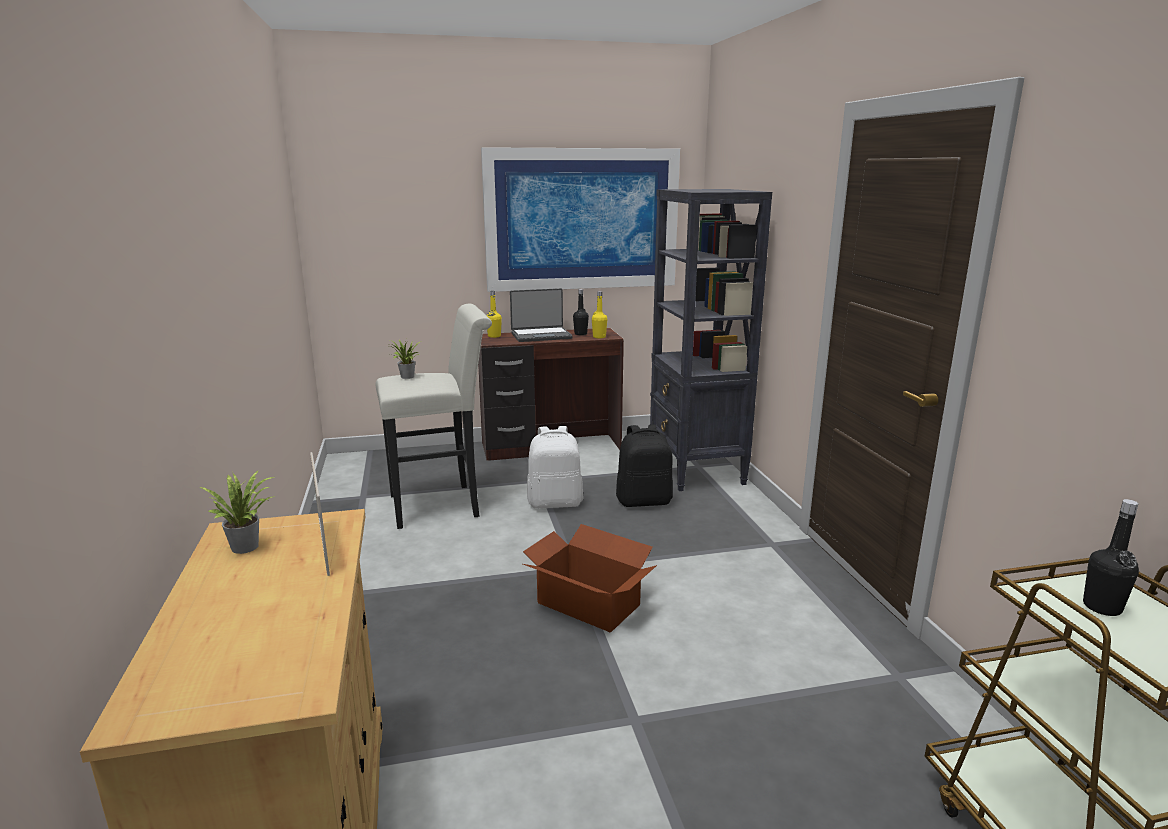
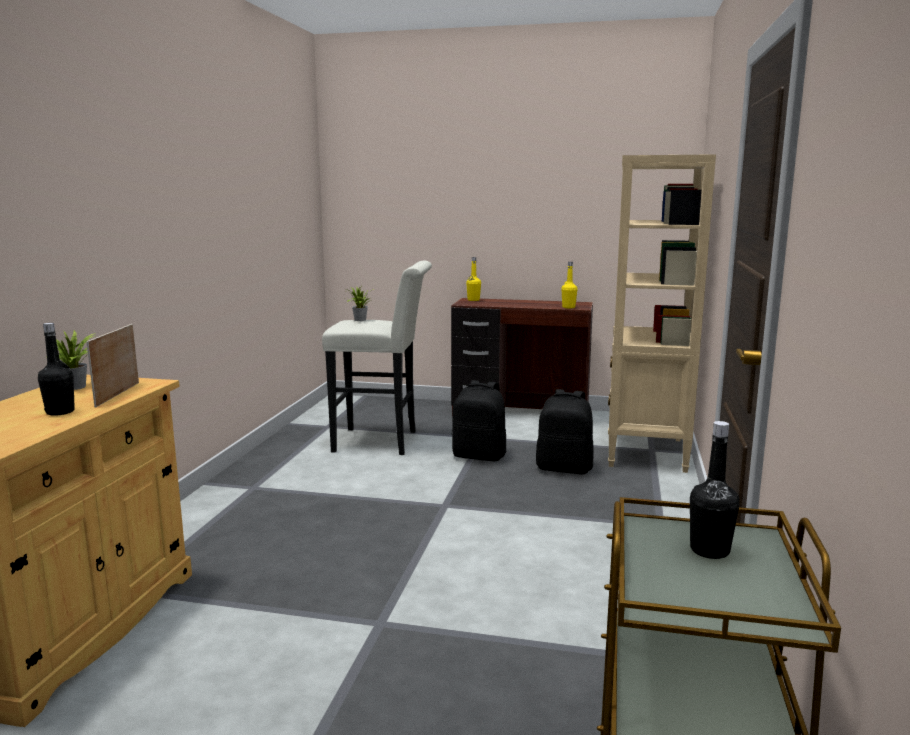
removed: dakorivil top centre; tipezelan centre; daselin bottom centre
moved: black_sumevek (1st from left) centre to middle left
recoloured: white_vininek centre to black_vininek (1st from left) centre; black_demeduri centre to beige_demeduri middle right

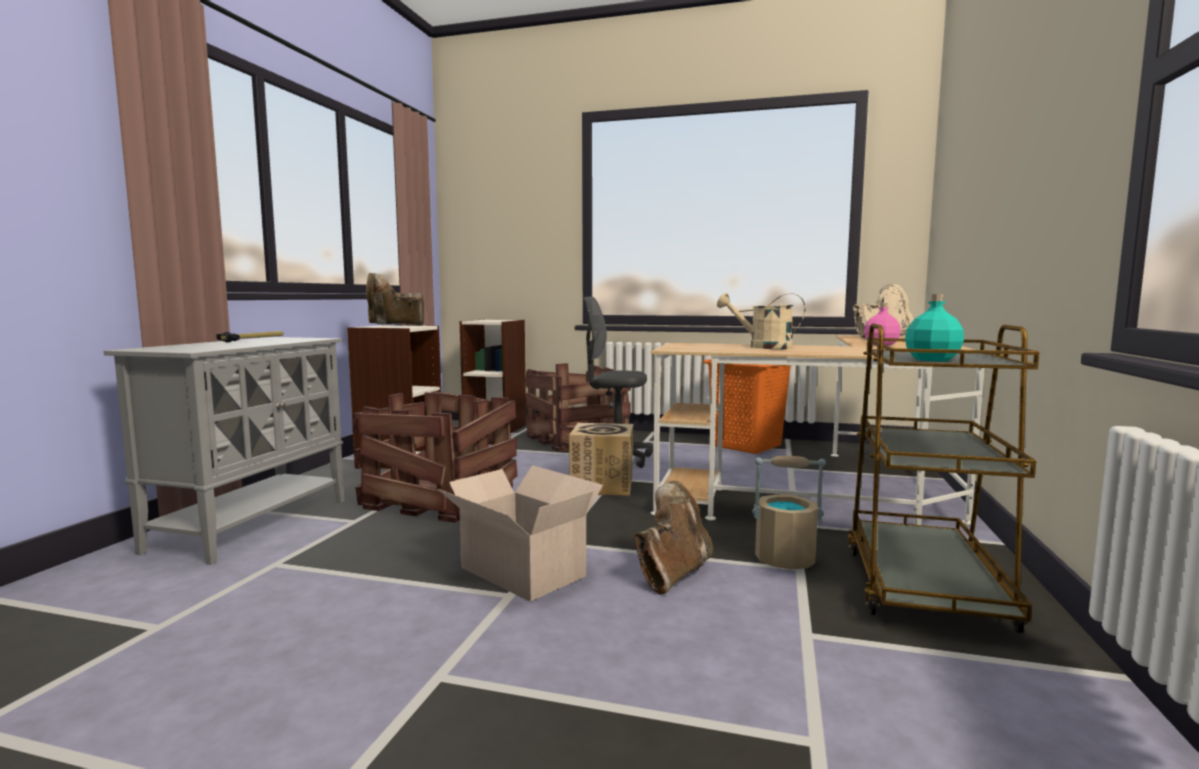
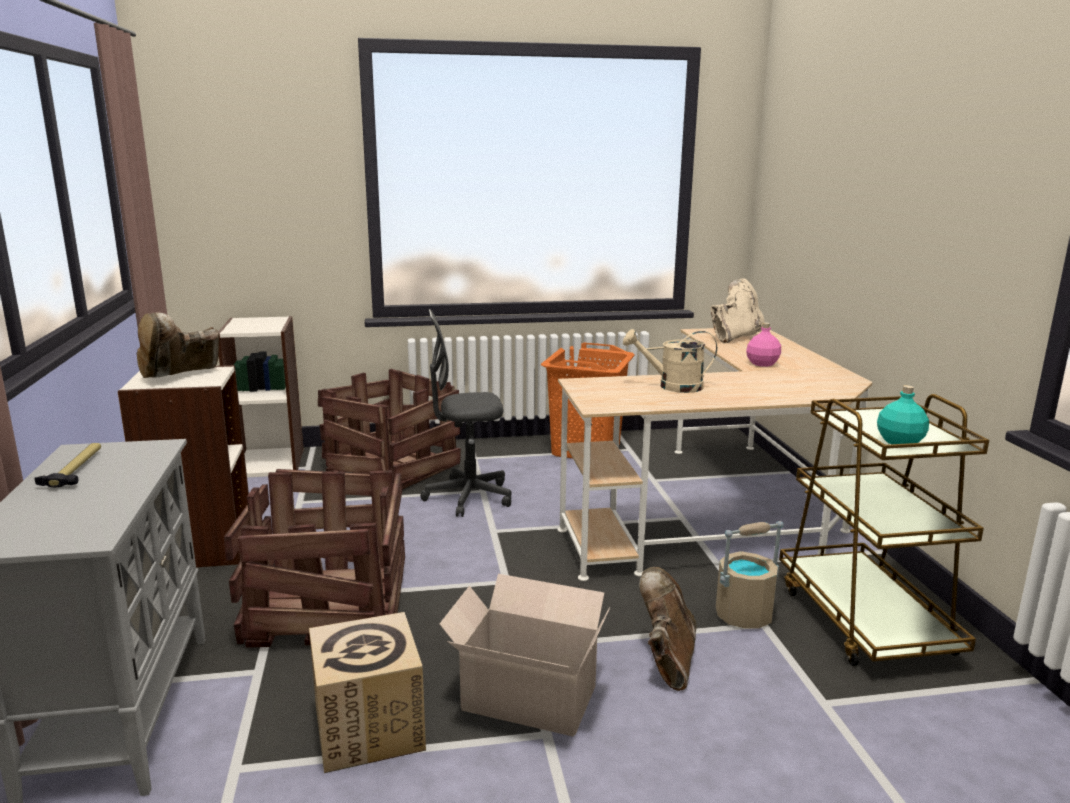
moved: daselin (2nd from left in the first image) centre to daselin (1st from left) bottom centre

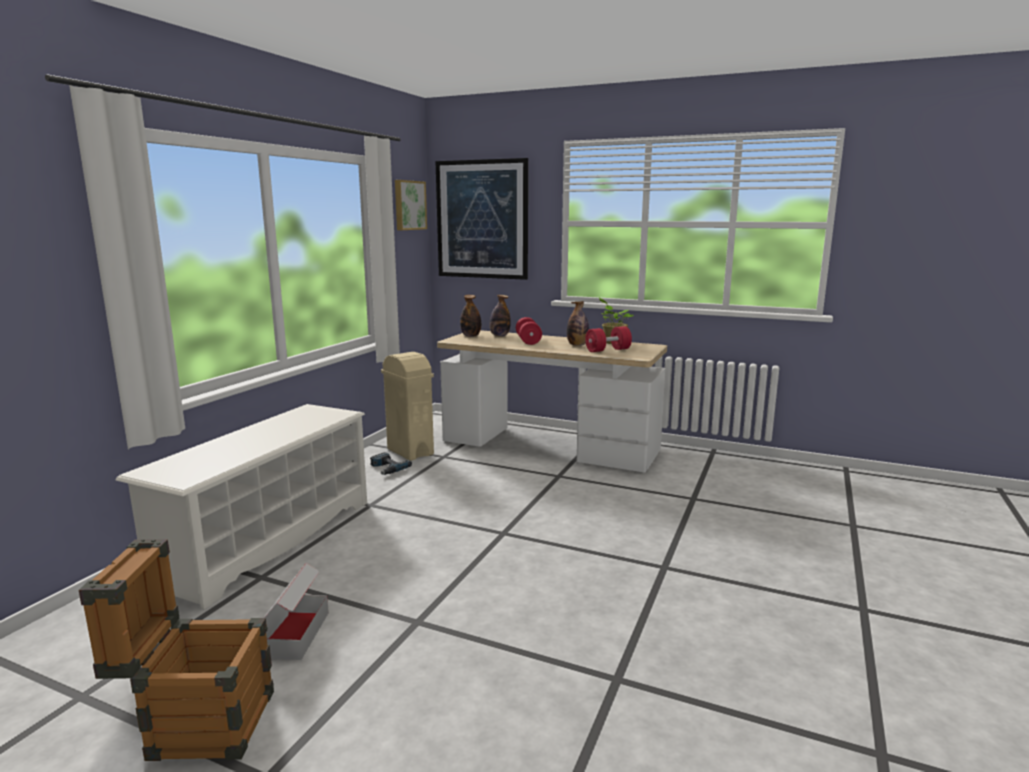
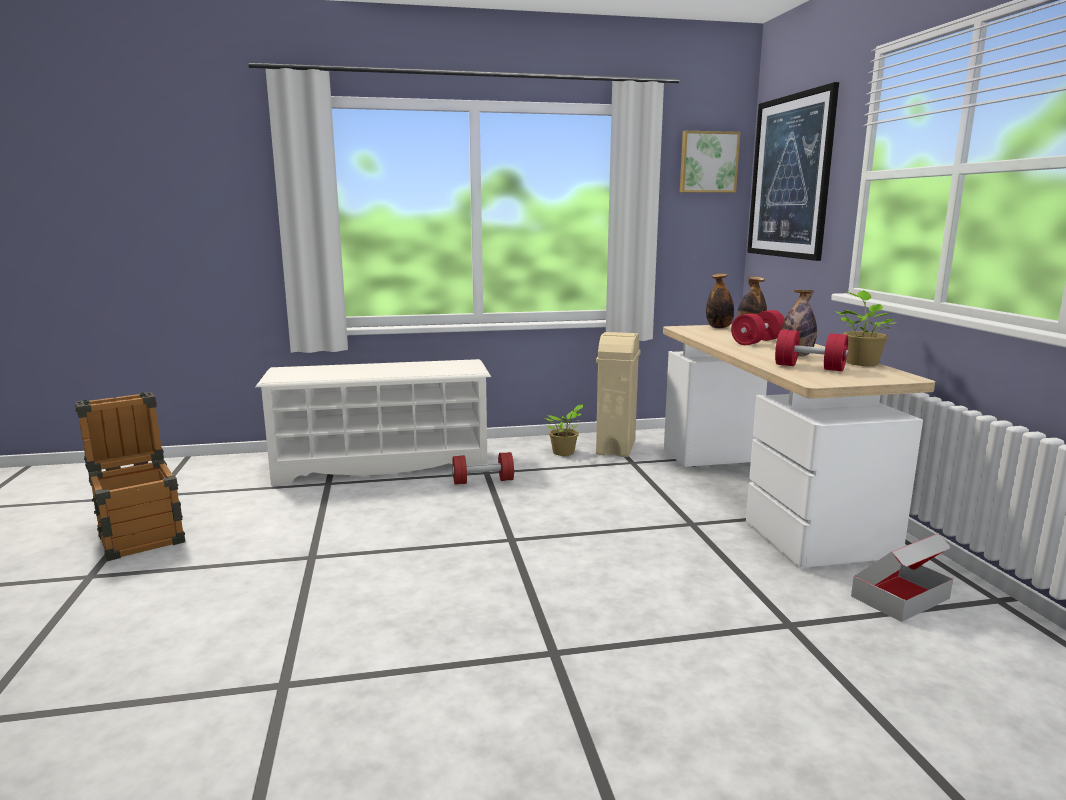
added: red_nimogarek (1st from left) centre
moved: daselin bottom left to bottom right
replaced: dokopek centre to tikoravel (1st from left) centre

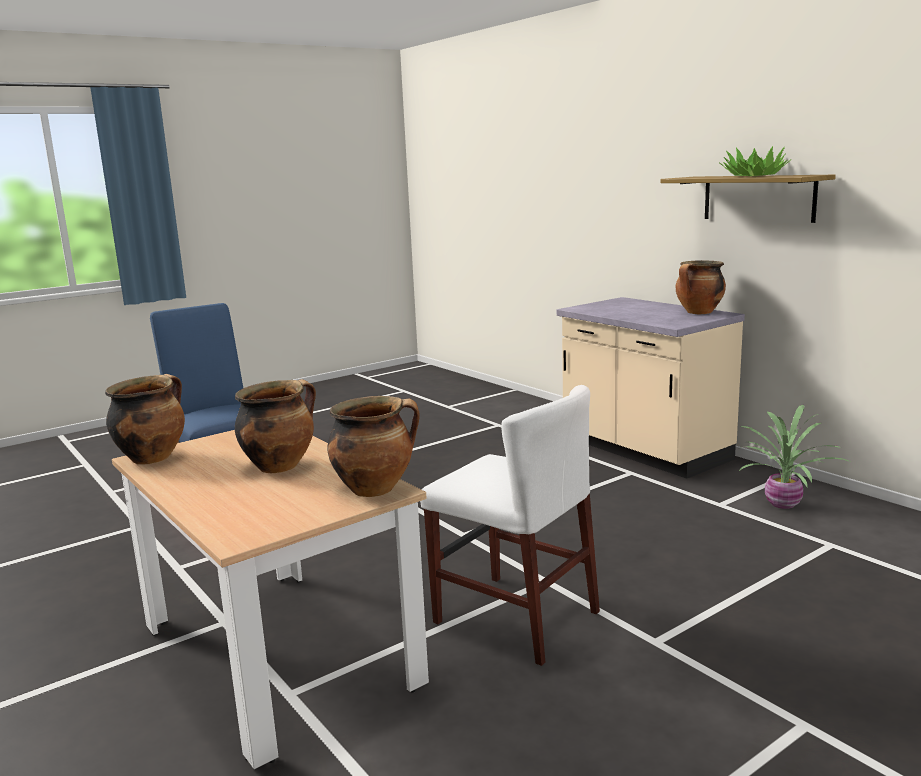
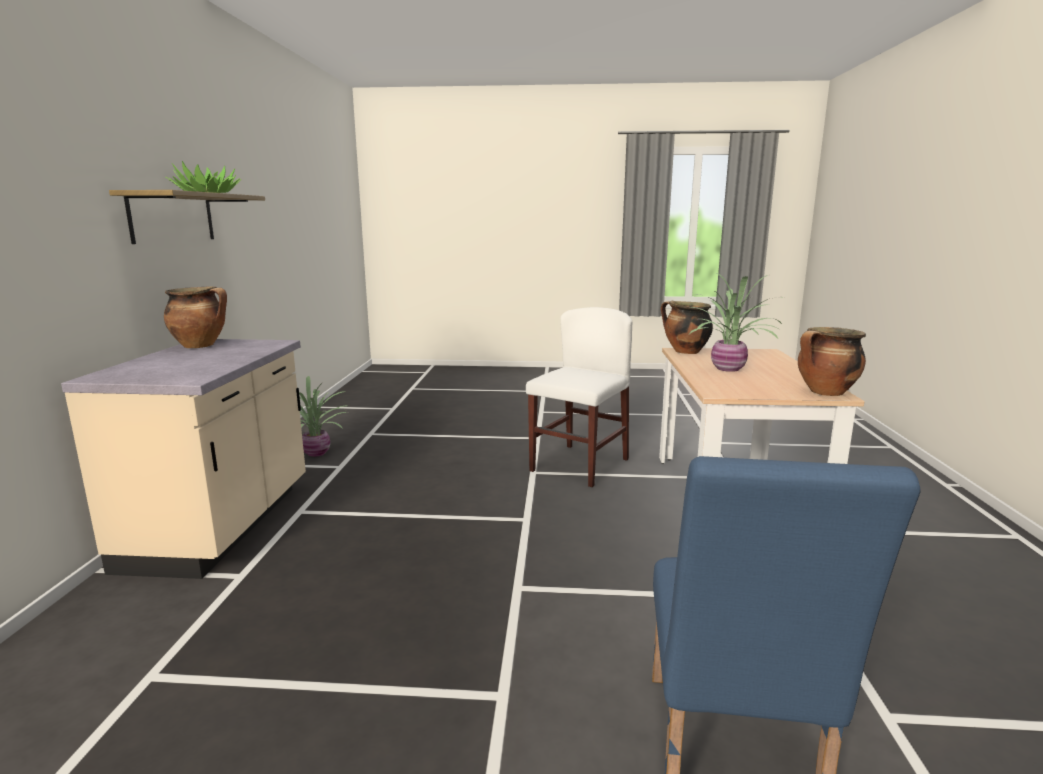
replaced: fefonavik (2nd from left) middle left to tikoravel (3rd from left) middle right
turned: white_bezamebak bottom centre = centre 45 degrees clockwise

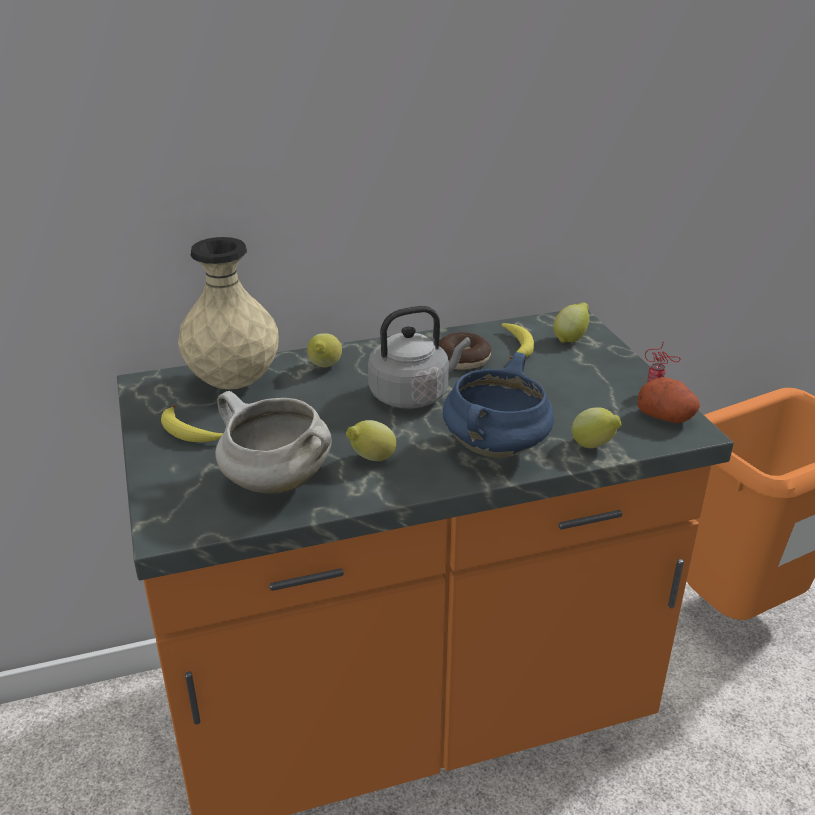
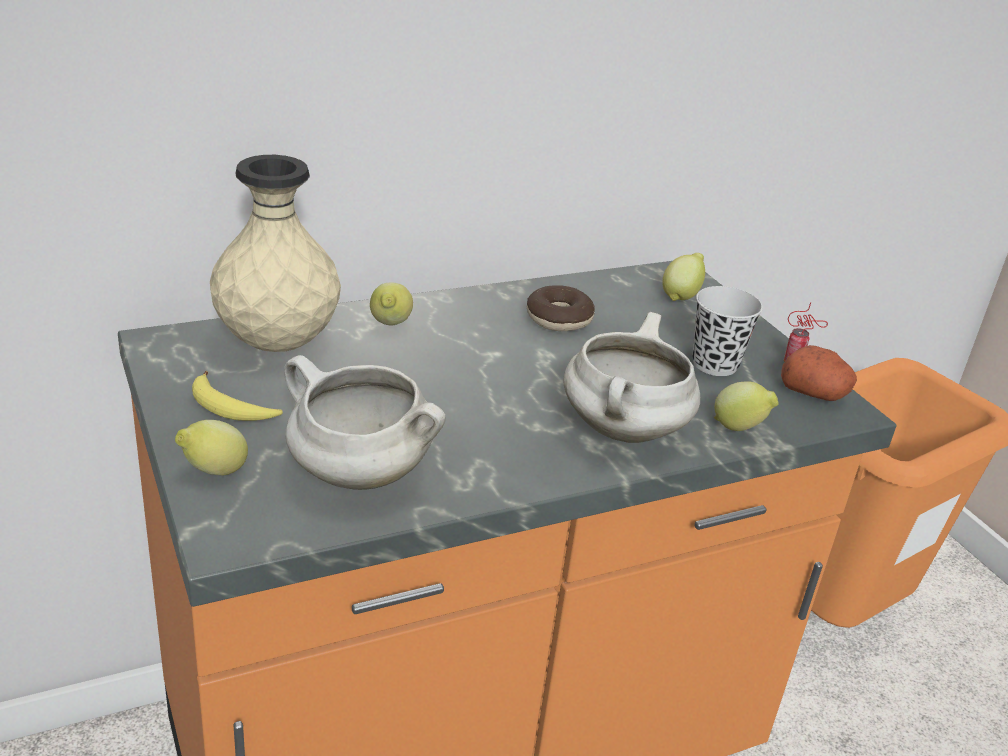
removed: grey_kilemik centre; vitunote (2nd from left) centre
added: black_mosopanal middle right
moved: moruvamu (2nd from left in the first image) centre to moruvamu (1st from left) middle left
recoloured: blue_fefonavik centre to white_fefonavik (2nd from left) centre

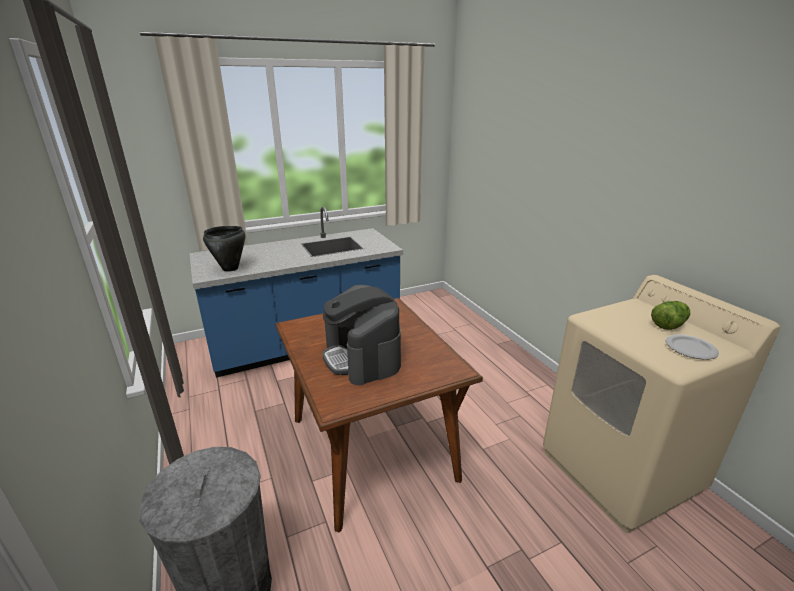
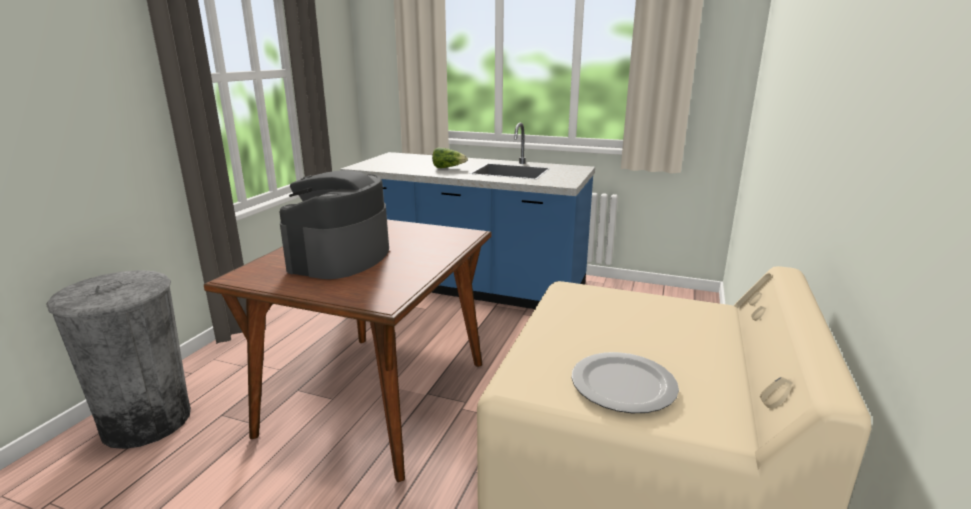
removed: black_fefonavik middle left
moved: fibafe middle right to top centre

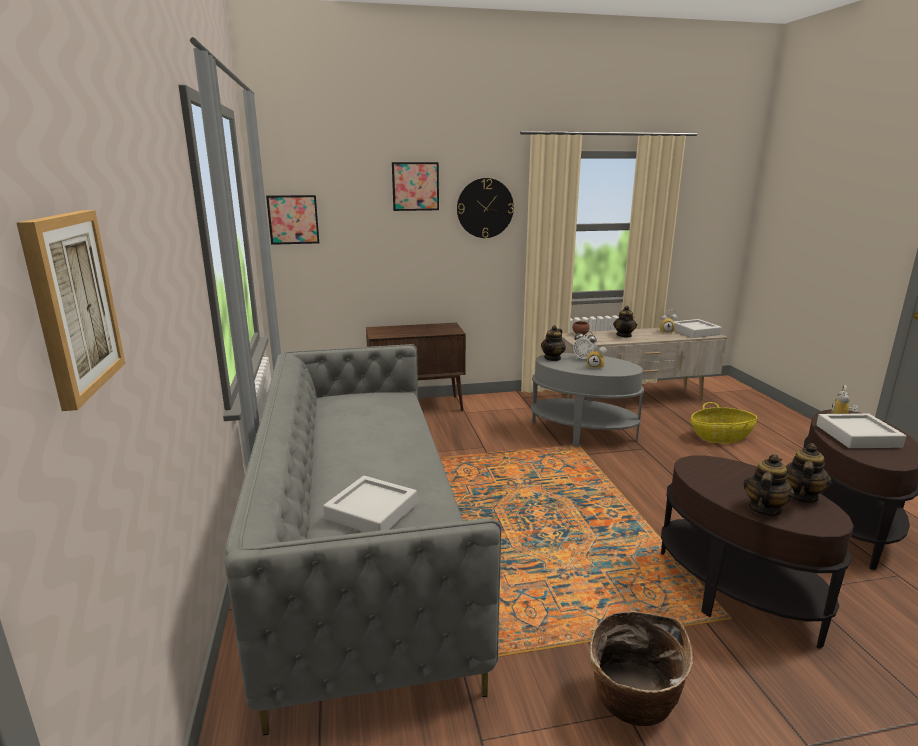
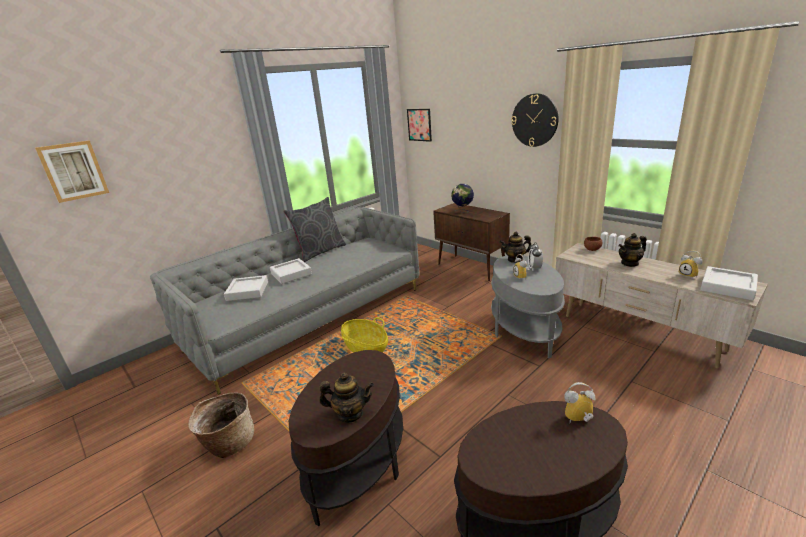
removed: dakorivil (3rd from left) top centre; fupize (3rd from left) middle right
added: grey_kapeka centre; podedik centre
moved: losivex (2nd from left) middle right to centre; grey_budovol (3rd from left in the first image) middle right to grey_budovol (2nd from left) centre

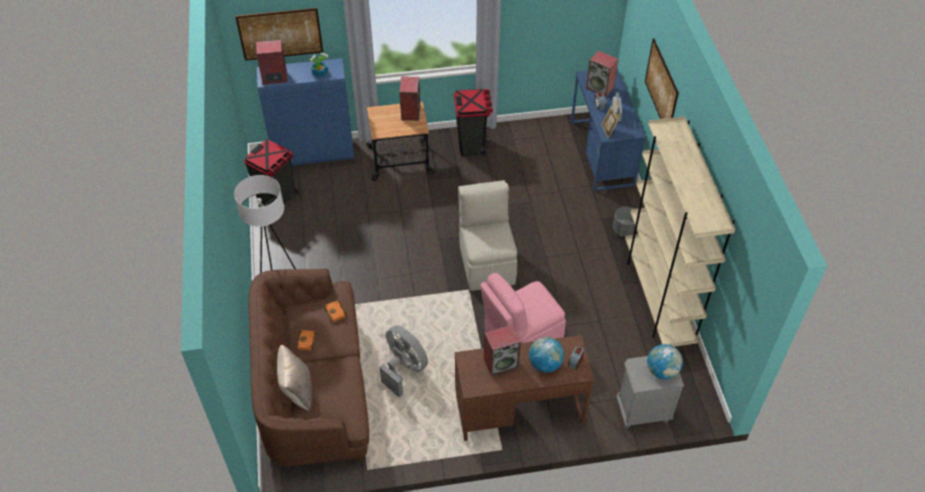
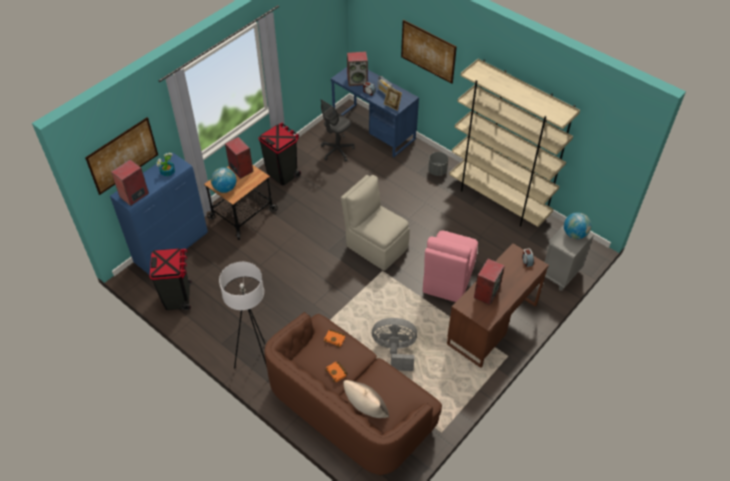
added: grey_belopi top centre
moved: podedik (1st from left) bottom centre to middle left

